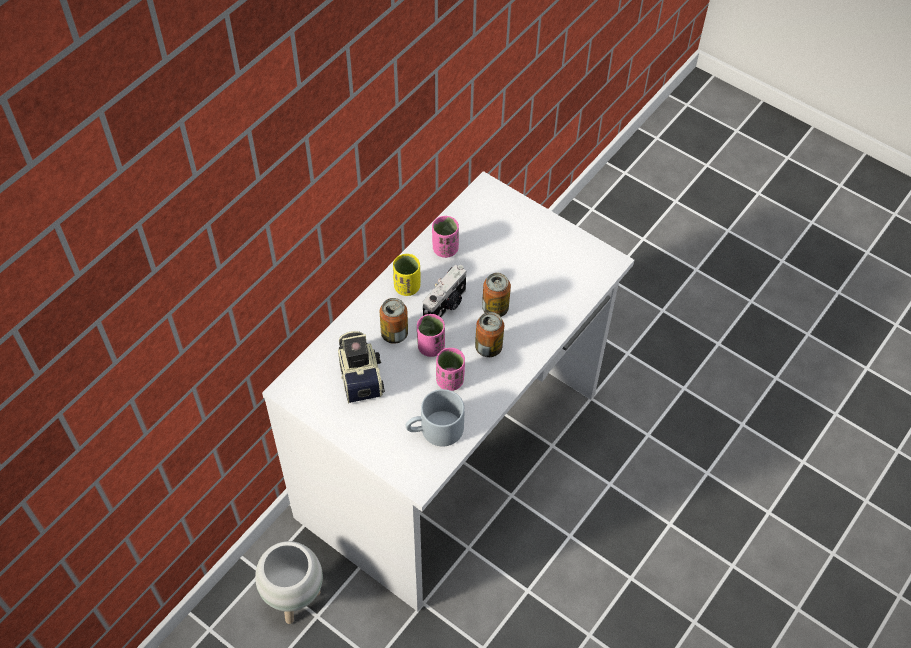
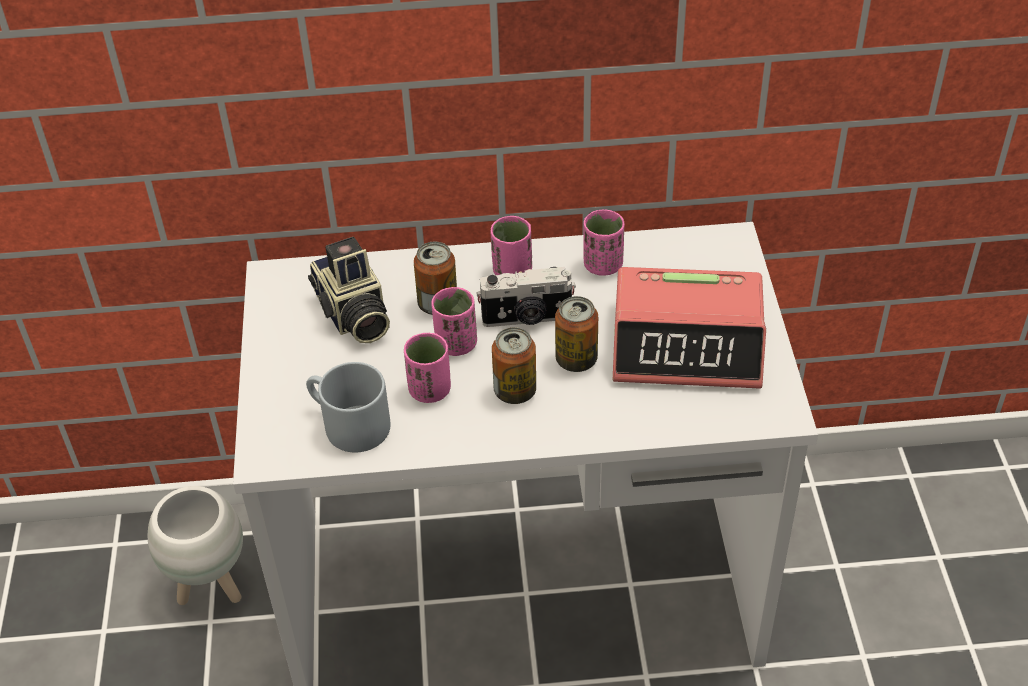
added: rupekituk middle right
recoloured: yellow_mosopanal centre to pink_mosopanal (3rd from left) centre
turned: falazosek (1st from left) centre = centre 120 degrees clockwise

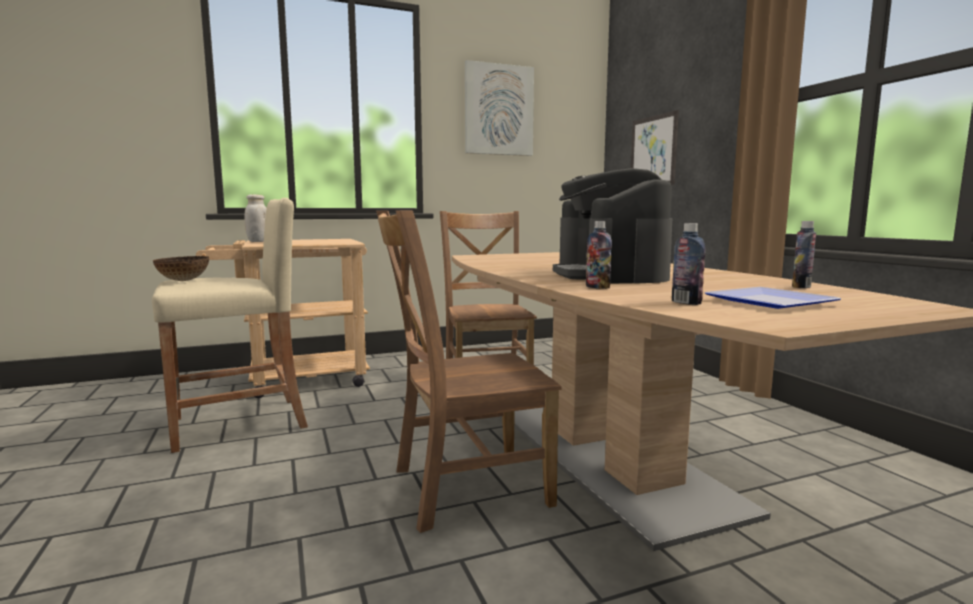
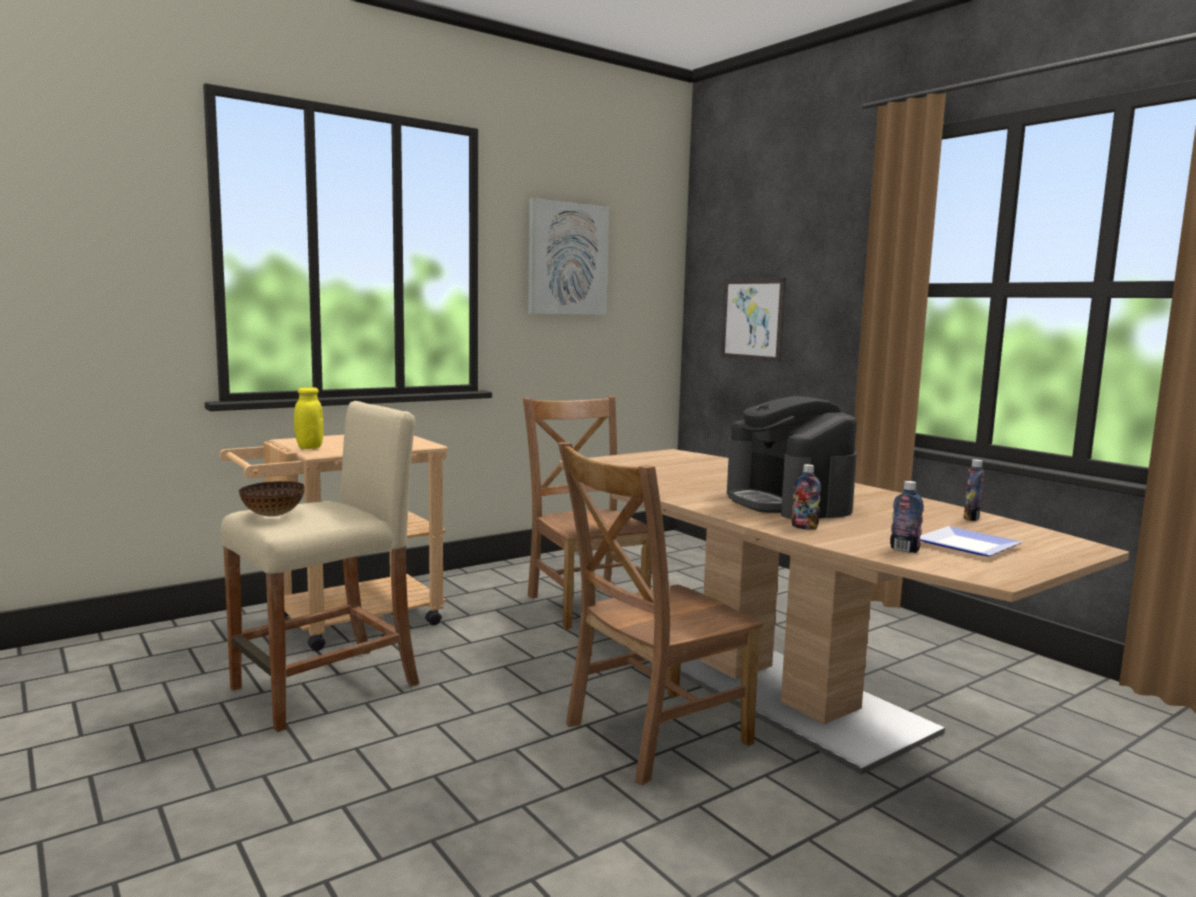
recoloured: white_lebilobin middle left to yellow_lebilobin middle left

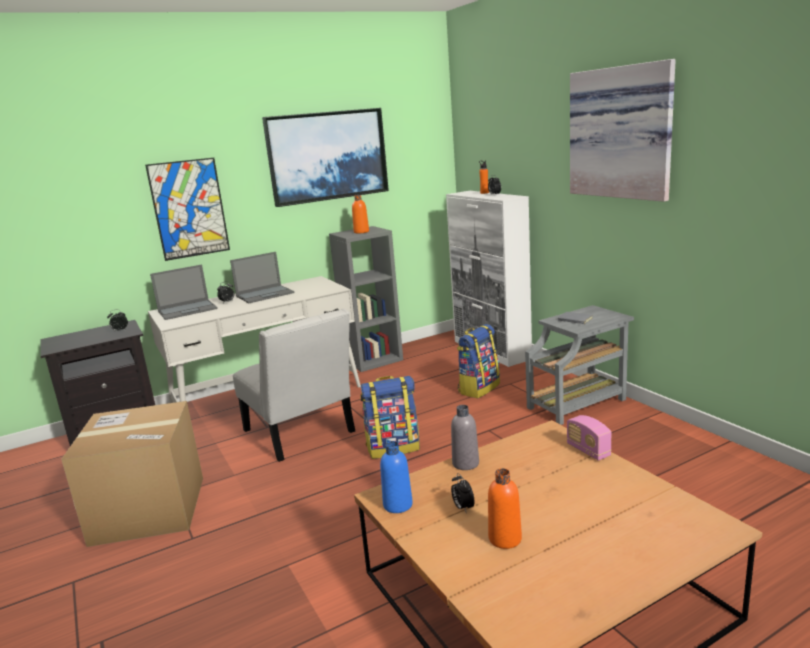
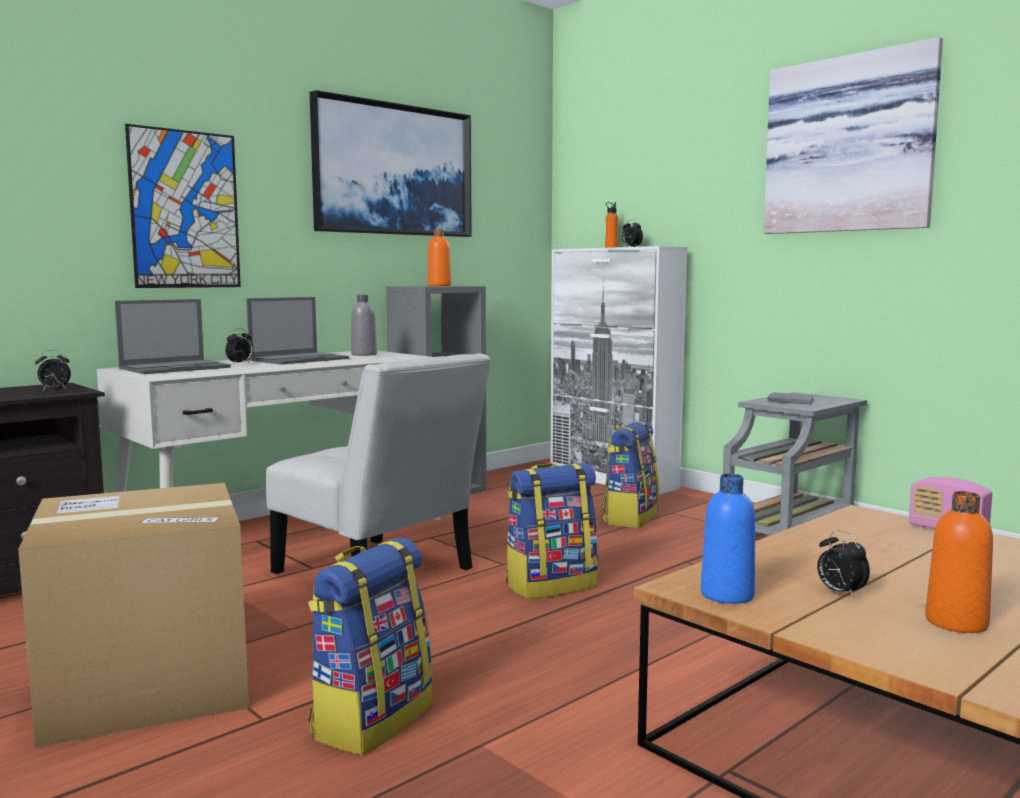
added: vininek (1st from left) bottom centre
moved: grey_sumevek bottom centre to centre

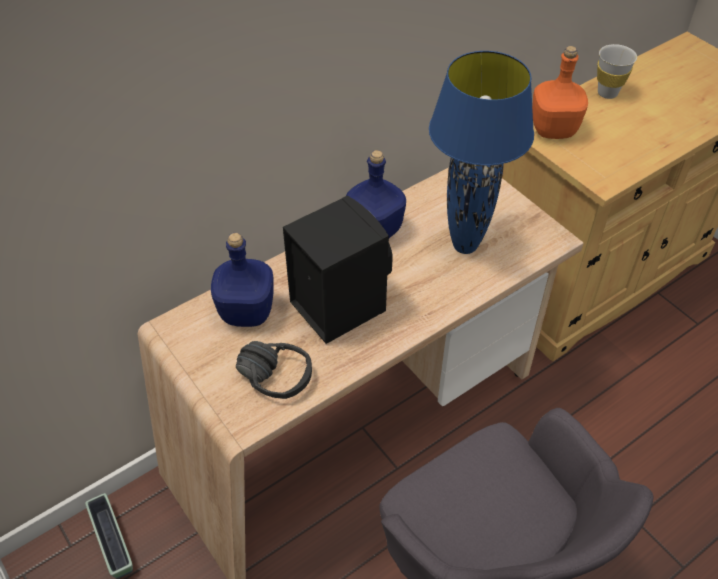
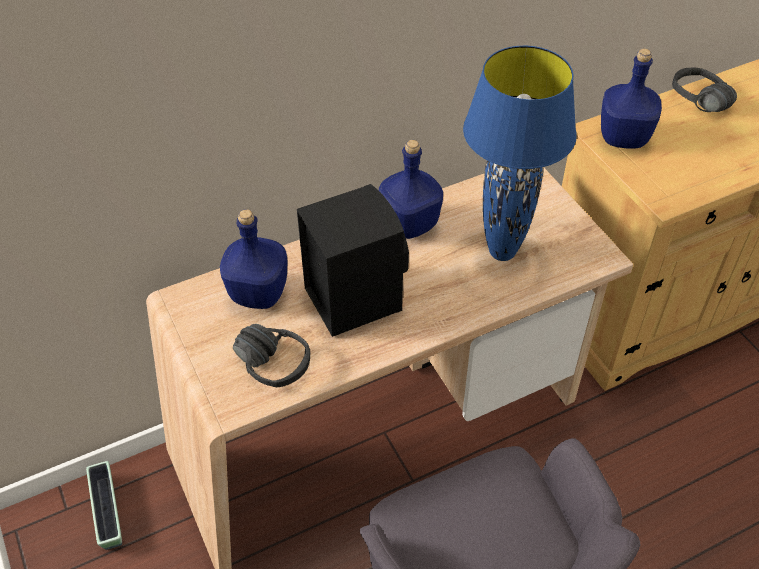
replaced: white_mosopanal top right to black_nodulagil (2nd from left) top right
recoloured: orange_sumevek top right to blue_sumevek (3rd from left) top right

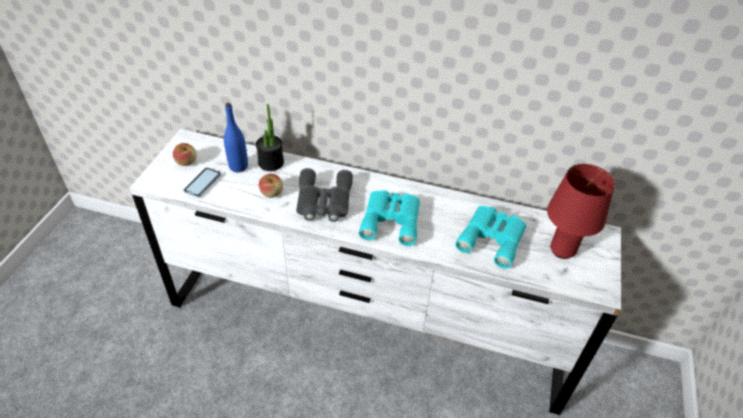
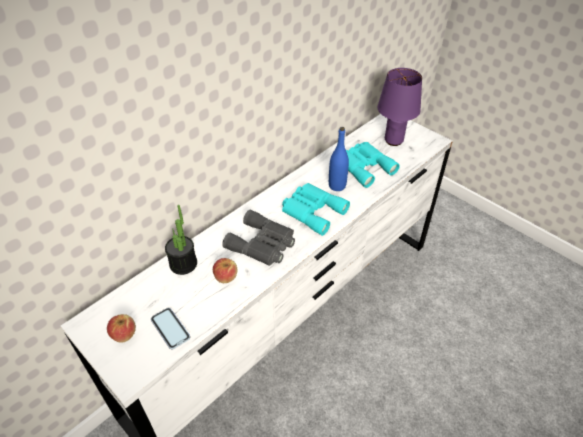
moved: blue_sumevek top left to centre
recoloured: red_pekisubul middle right to purple_pekisubul top right

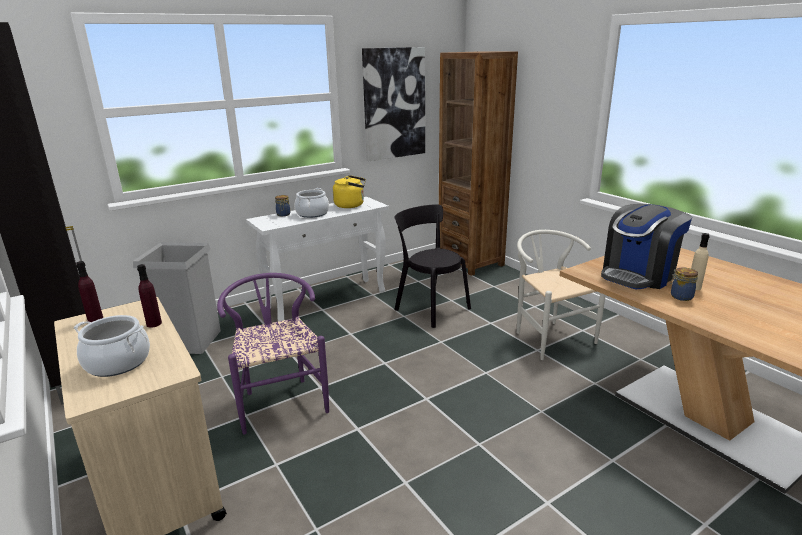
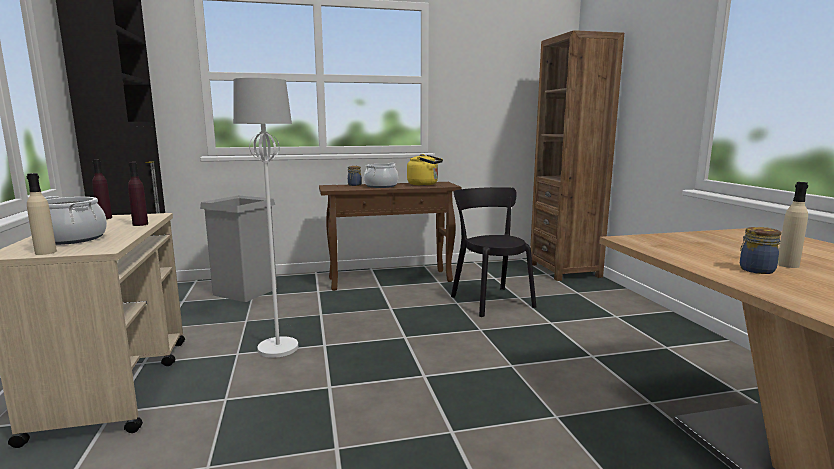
removed: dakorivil top centre; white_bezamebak middle right; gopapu middle right
added: beige_sumevek (1st from left) middle left
replaced: purple_bezamebak centre to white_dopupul middle left
recoloured: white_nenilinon centre to brown_nenilinon centre

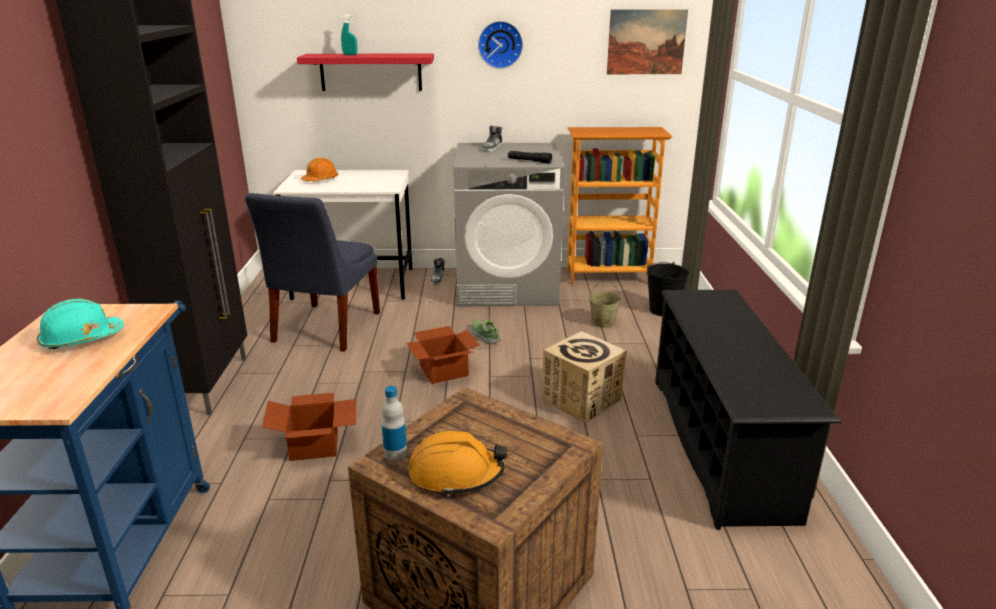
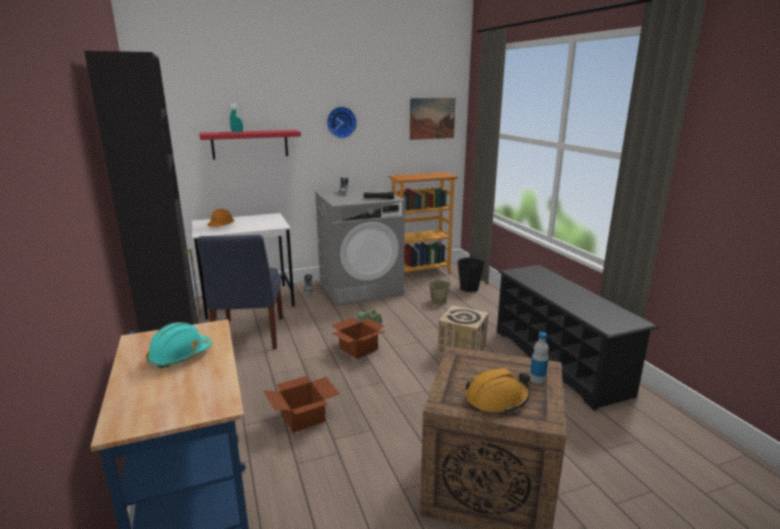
moved: sumevek bottom centre to bottom right

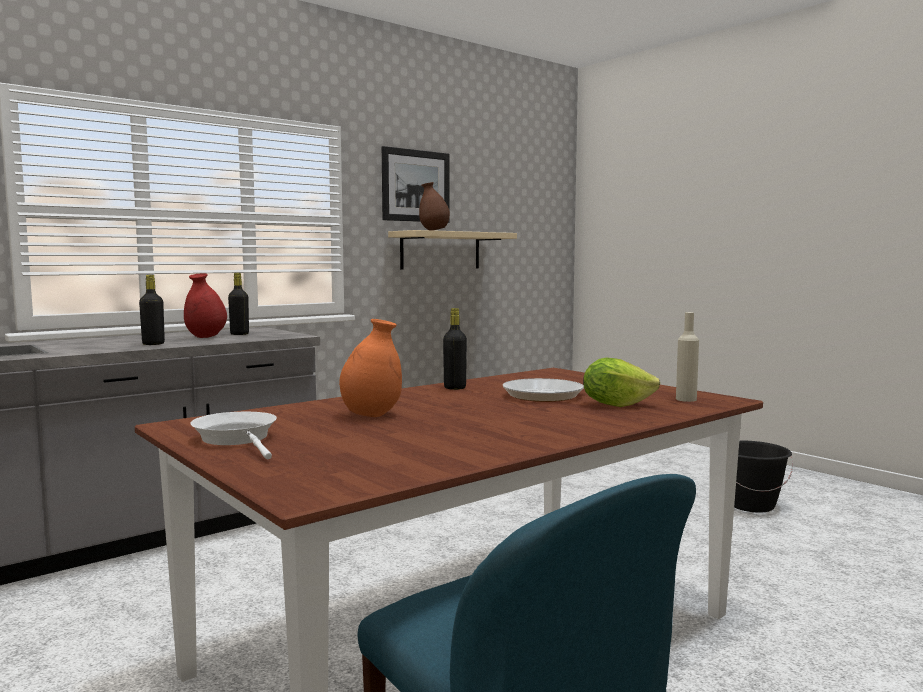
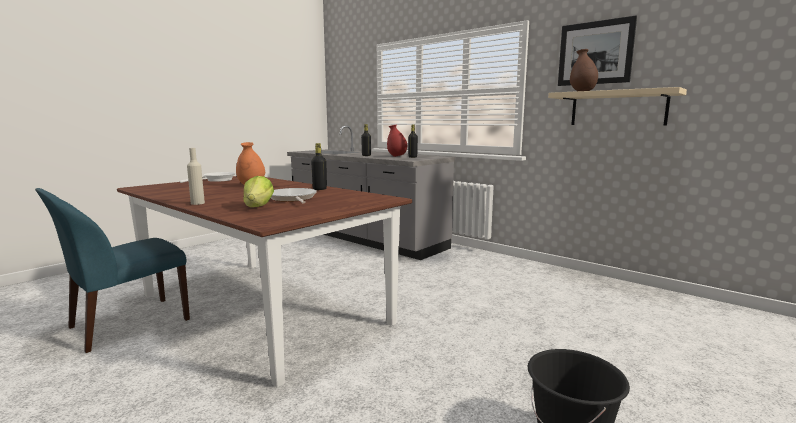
moved: beige_sumevek middle right to middle left

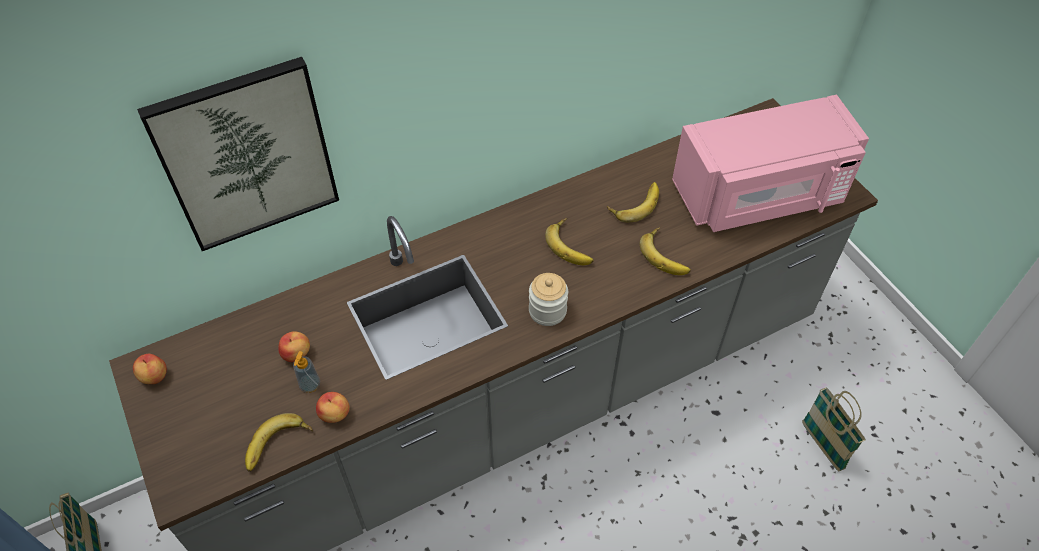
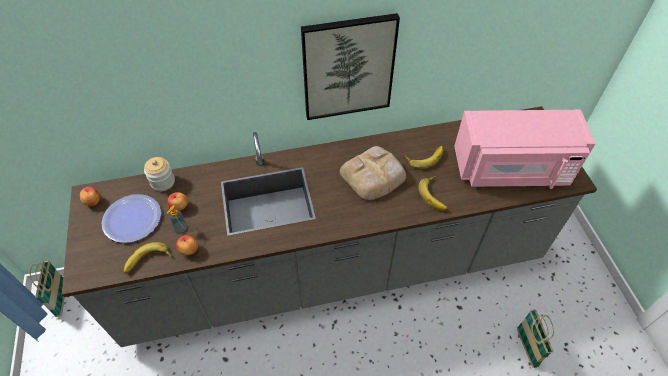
added: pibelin middle left
moved: dakorivil top left to top centre; lebilobin centre to middle left
replaced: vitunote (2nd from left) centre to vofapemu centre

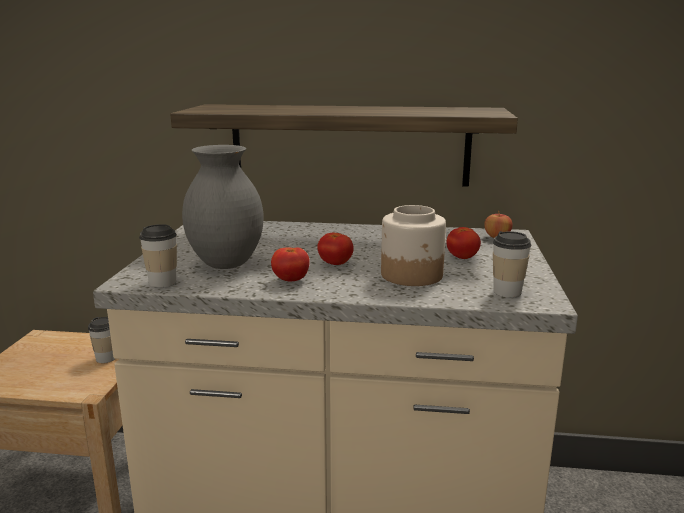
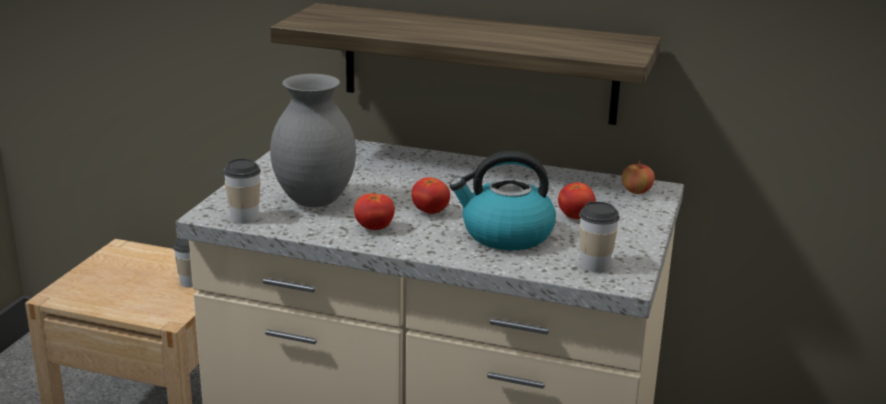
replaced: lebilobin centre to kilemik centre

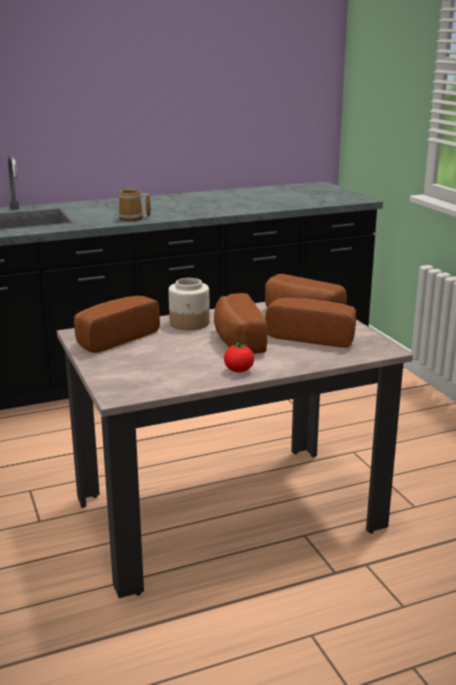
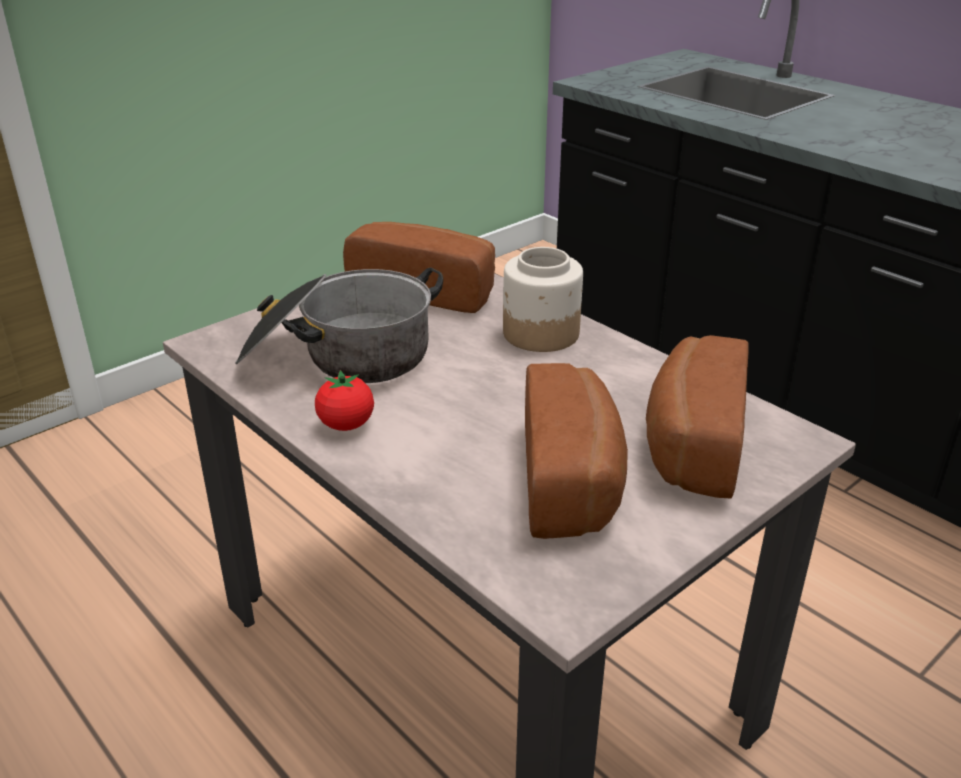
removed: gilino top left; vofapemu (2nd from left) centre
added: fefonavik centre

